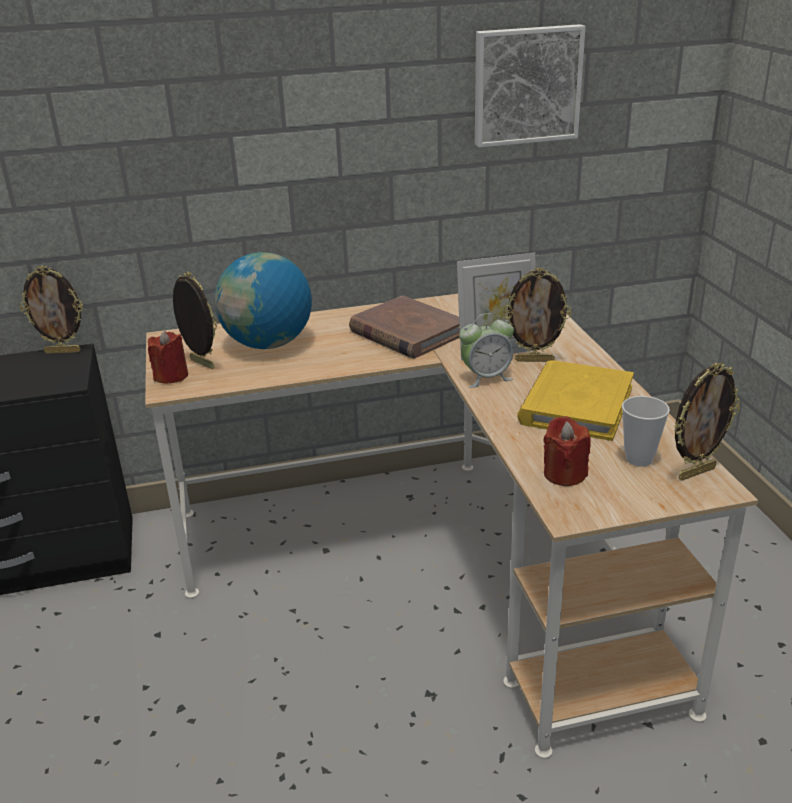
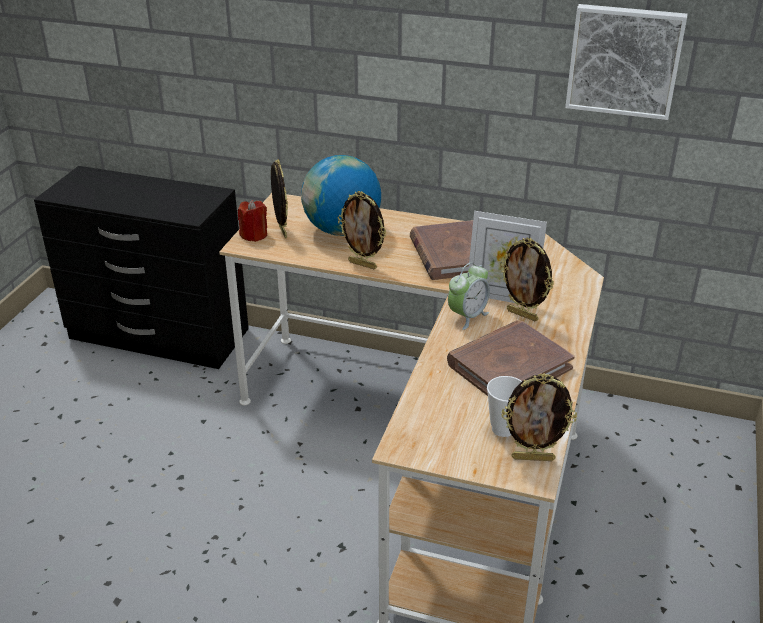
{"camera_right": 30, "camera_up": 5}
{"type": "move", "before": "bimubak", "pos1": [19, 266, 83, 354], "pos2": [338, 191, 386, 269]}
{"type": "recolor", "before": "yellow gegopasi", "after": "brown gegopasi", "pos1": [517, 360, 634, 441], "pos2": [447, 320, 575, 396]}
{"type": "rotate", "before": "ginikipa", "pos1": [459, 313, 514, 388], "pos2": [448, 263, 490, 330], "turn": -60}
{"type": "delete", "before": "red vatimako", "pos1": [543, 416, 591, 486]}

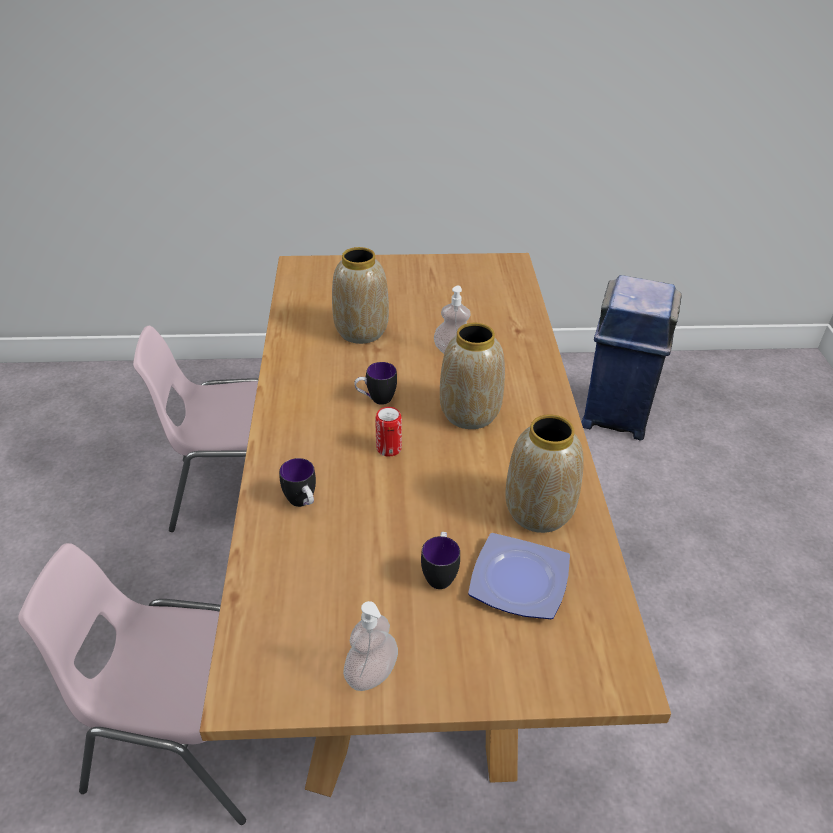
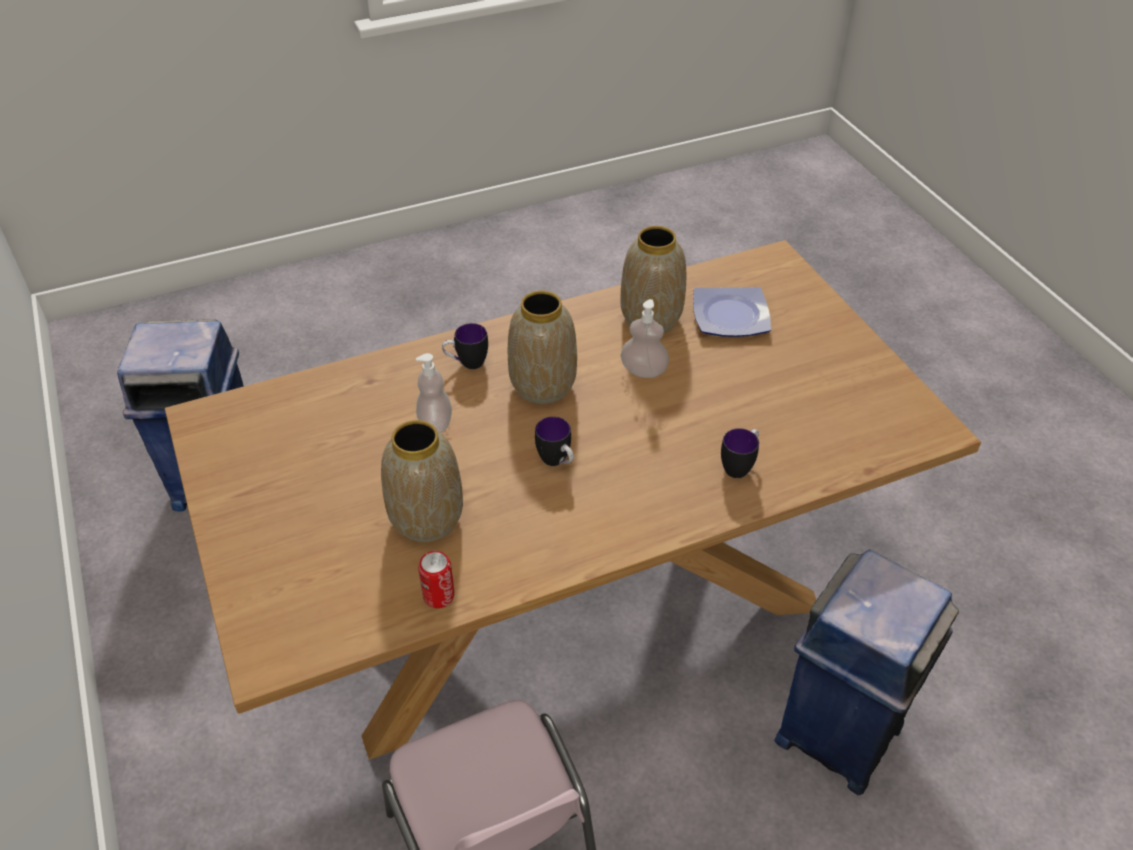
{"camera_right": -110, "camera_up": 5}
{"type": "move", "before": "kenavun", "pos1": [375, 407, 402, 456], "pos2": [418, 551, 455, 608]}
{"type": "move", "before": "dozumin", "pos1": [421, 532, 460, 589], "pos2": [442, 323, 488, 369]}
{"type": "move", "before": "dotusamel", "pos1": [343, 601, 398, 691], "pos2": [620, 299, 669, 378]}
{"type": "replace", "before": "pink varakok", "after": "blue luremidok", "pos1": [18, 543, 246, 825], "pos2": [774, 549, 959, 795]}

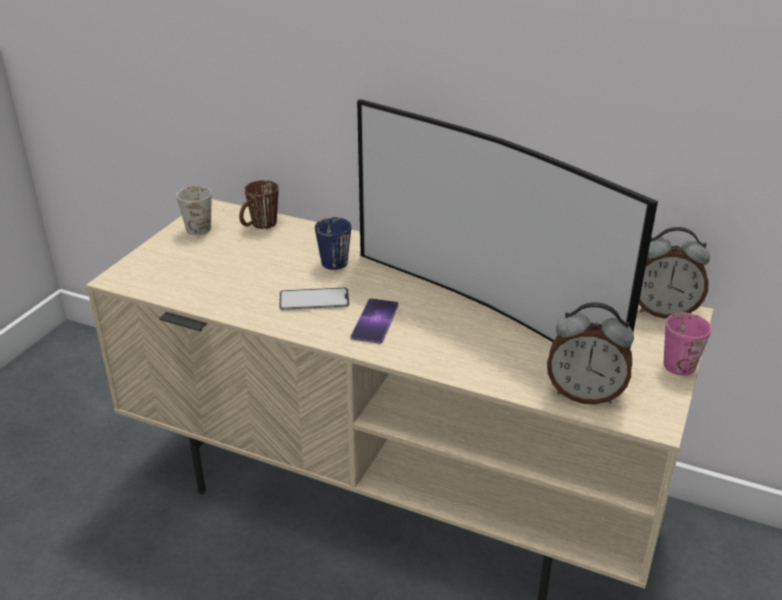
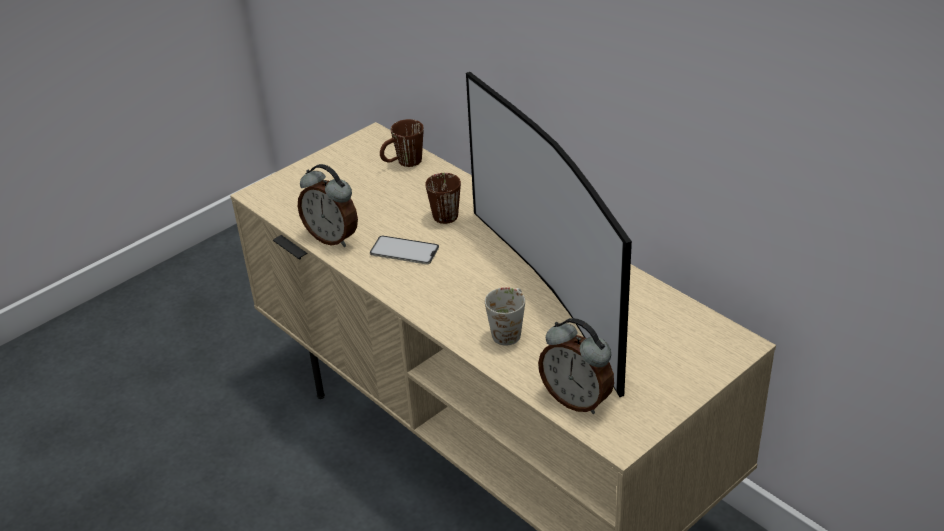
{"camera_right": 25, "camera_up": 5}
{"type": "move", "before": "ginikipa", "pos1": [639, 227, 710, 319], "pos2": [298, 164, 358, 247]}
{"type": "recolor", "before": "blue dozumin", "after": "brown dozumin", "pos1": [315, 217, 351, 270], "pos2": [425, 173, 461, 224]}
{"type": "move", "before": "white dozumin", "pos1": [176, 186, 212, 235], "pos2": [485, 287, 525, 346]}
{"type": "delete", "before": "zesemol", "pos1": [350, 298, 399, 344]}
{"type": "delete", "before": "pink dozumin", "pos1": [664, 312, 712, 376]}

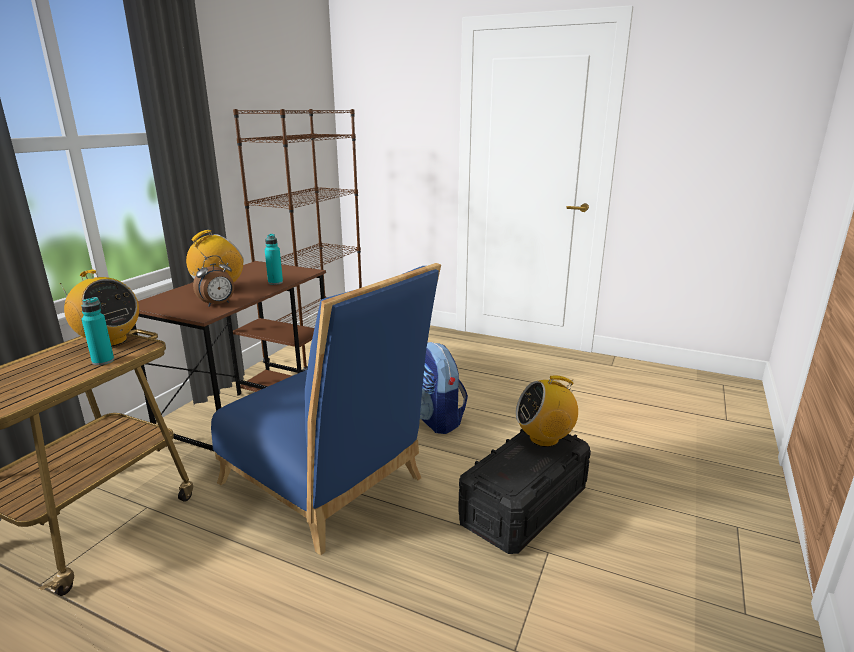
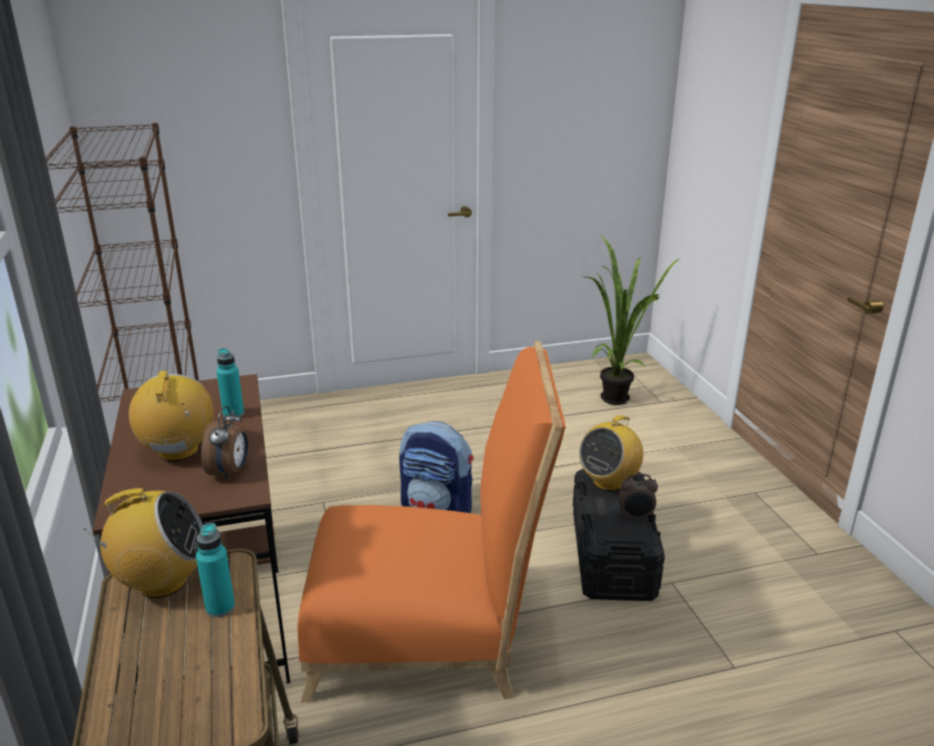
{"camera_right": -40, "camera_up": 5}
{"type": "recolor", "before": "blue varakok", "after": "orange varakok", "pos1": [211, 263, 441, 555], "pos2": [298, 341, 565, 703]}
{"type": "insert", "after": "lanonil", "pos2": [586, 235, 681, 405]}
{"type": "insert", "after": "ginikipa", "pos2": [618, 474, 658, 520]}

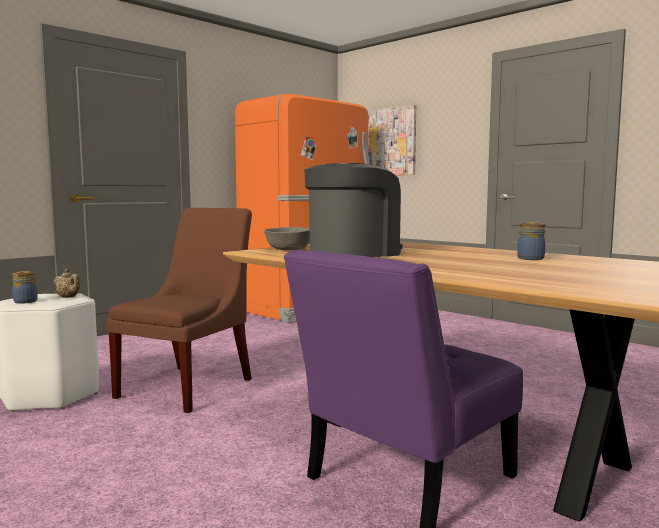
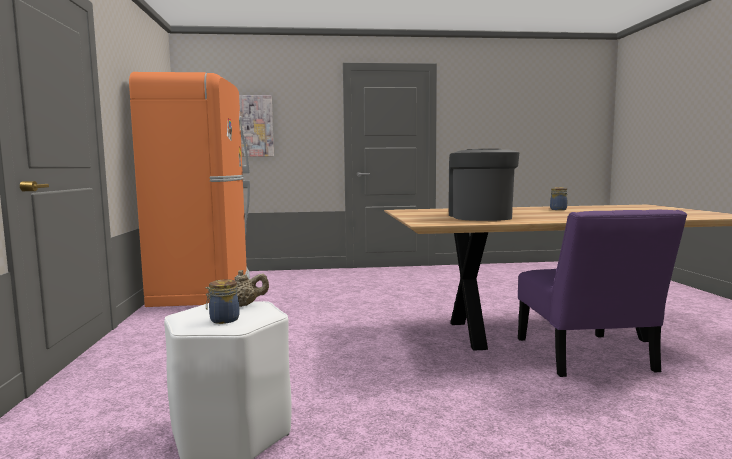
{"camera_right": -50, "camera_up": 0}
{"type": "delete", "before": "brown varakok", "pos1": [106, 208, 252, 413]}
{"type": "delete", "before": "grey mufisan", "pos1": [264, 227, 310, 250]}

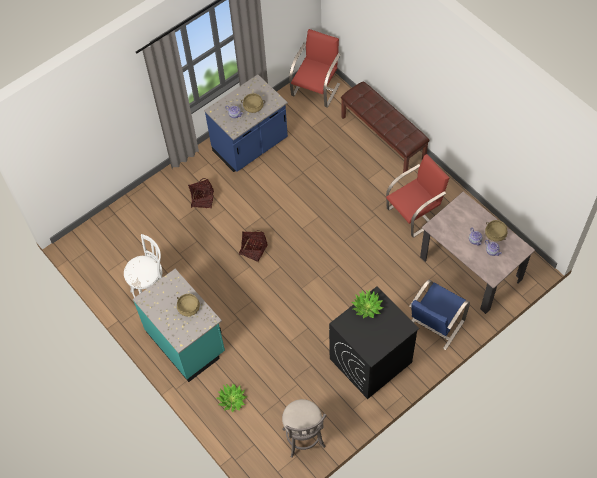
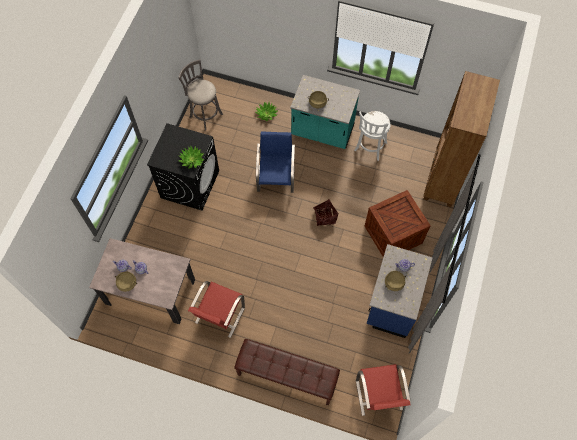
{"camera_right": 145, "camera_up": 5}
{"type": "move", "before": "blue varakok", "pos1": [409, 279, 470, 350], "pos2": [256, 131, 295, 193]}
{"type": "replace", "before": "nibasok", "after": "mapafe", "pos1": [188, 178, 214, 208], "pos2": [365, 190, 431, 257]}
{"type": "insert", "after": "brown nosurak", "pos2": [423, 71, 500, 207]}

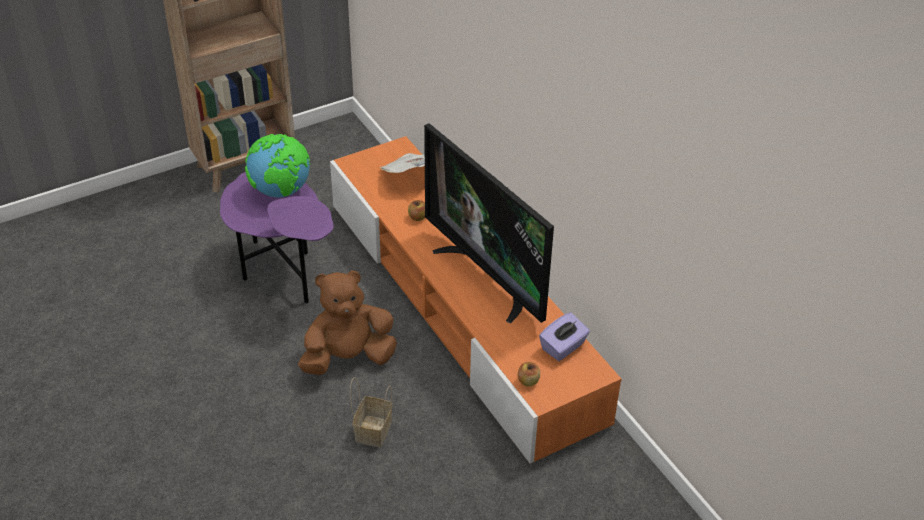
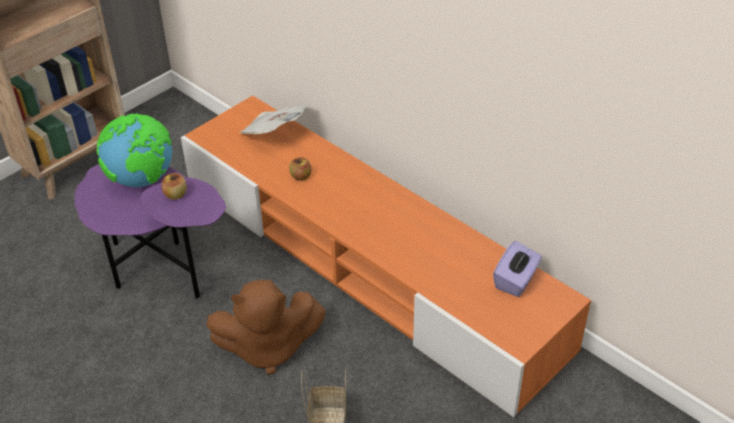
{"camera_right": -15, "camera_up": 0}
{"type": "move", "before": "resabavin", "pos1": [518, 362, 540, 387], "pos2": [162, 173, 187, 200]}
{"type": "rotate", "before": "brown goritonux", "pos1": [298, 270, 397, 375], "pos2": [206, 280, 325, 374], "turn": -150}
{"type": "delete", "before": "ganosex", "pos1": [424, 123, 554, 324]}

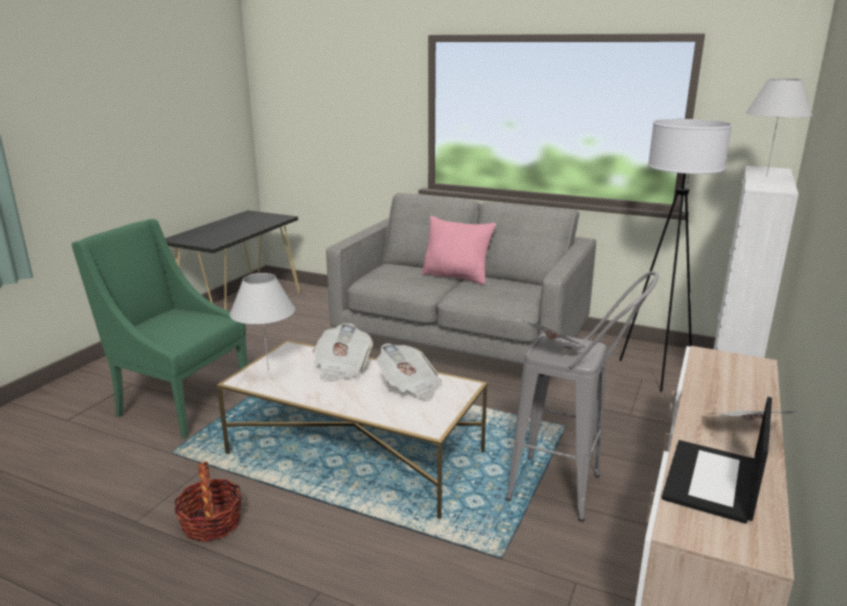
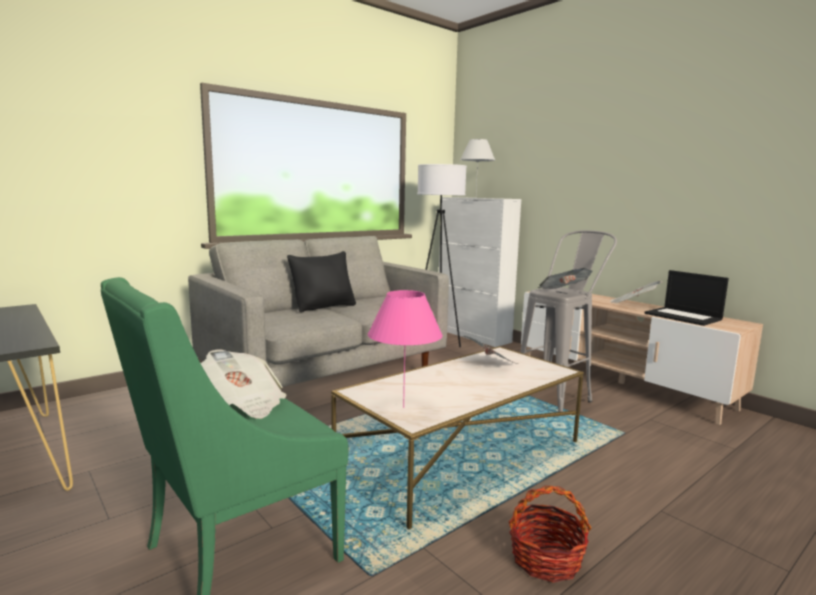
{"camera_right": -65, "camera_up": -10}
{"type": "move", "before": "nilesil", "pos1": [313, 323, 373, 382], "pos2": [201, 349, 287, 419]}
{"type": "recolor", "before": "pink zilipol", "after": "black zilipol", "pos1": [422, 216, 496, 285], "pos2": [287, 251, 356, 312]}
{"type": "recolor", "before": "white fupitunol", "after": "pink fupitunol", "pos1": [230, 273, 295, 371], "pos2": [368, 290, 443, 408]}

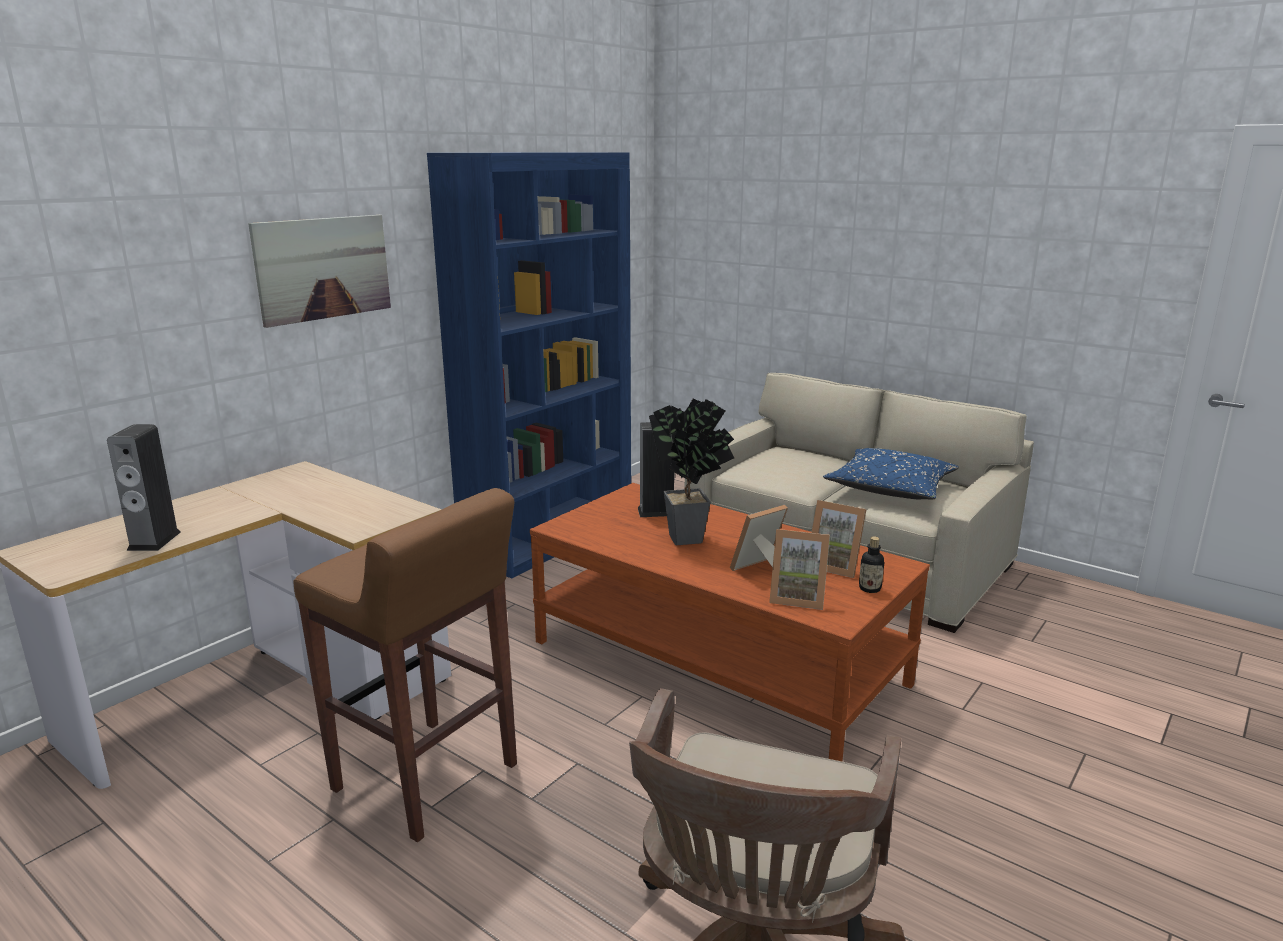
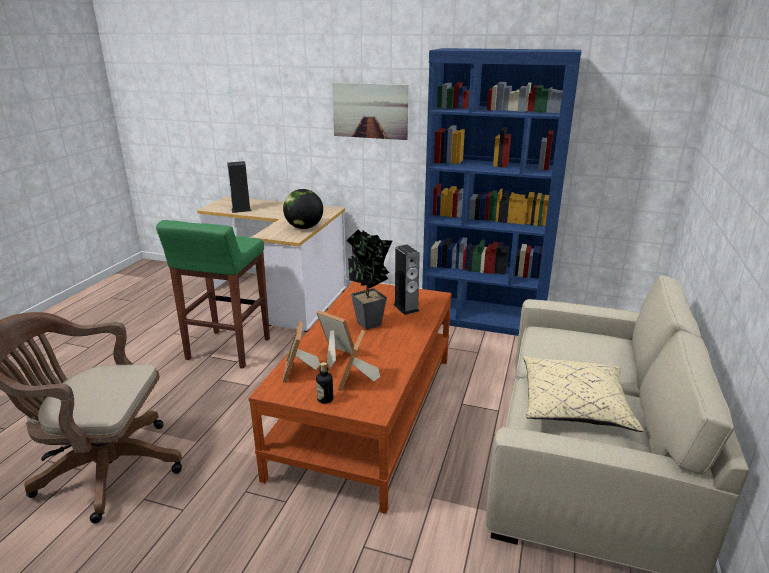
{"camera_right": 70, "camera_up": 5}
{"type": "recolor", "before": "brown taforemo", "after": "green taforemo", "pos1": [293, 488, 517, 842], "pos2": [156, 220, 270, 369]}
{"type": "insert", "after": "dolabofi", "pos2": [283, 189, 323, 229]}
{"type": "recolor", "before": "blue zilipol", "after": "beige zilipol", "pos1": [823, 448, 959, 500], "pos2": [523, 356, 644, 432]}

